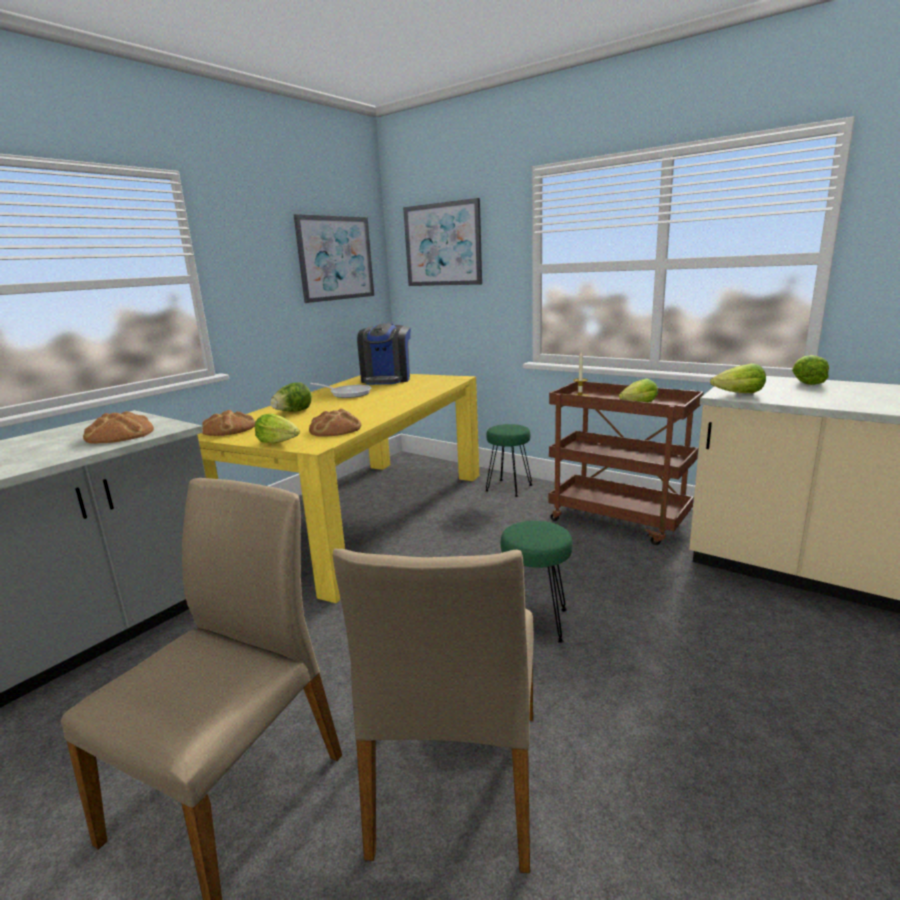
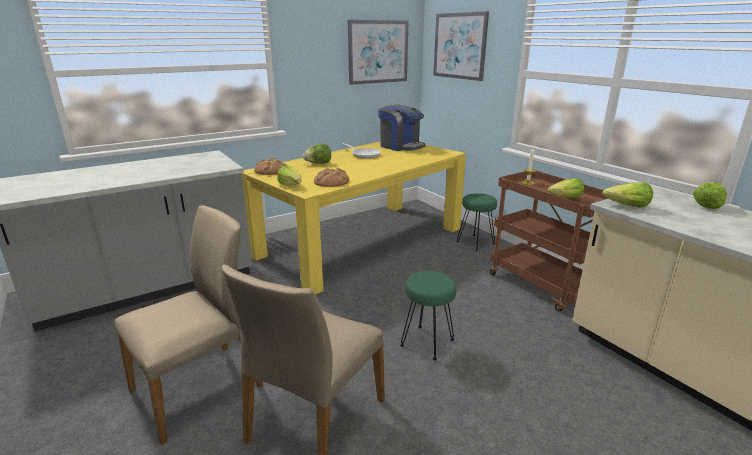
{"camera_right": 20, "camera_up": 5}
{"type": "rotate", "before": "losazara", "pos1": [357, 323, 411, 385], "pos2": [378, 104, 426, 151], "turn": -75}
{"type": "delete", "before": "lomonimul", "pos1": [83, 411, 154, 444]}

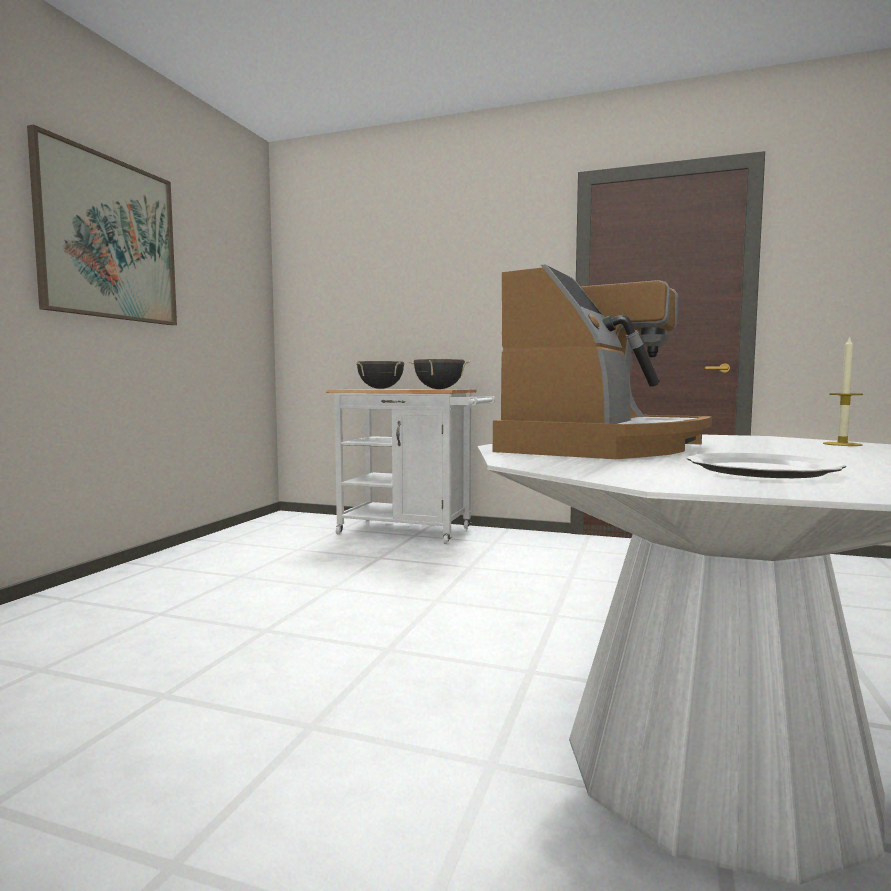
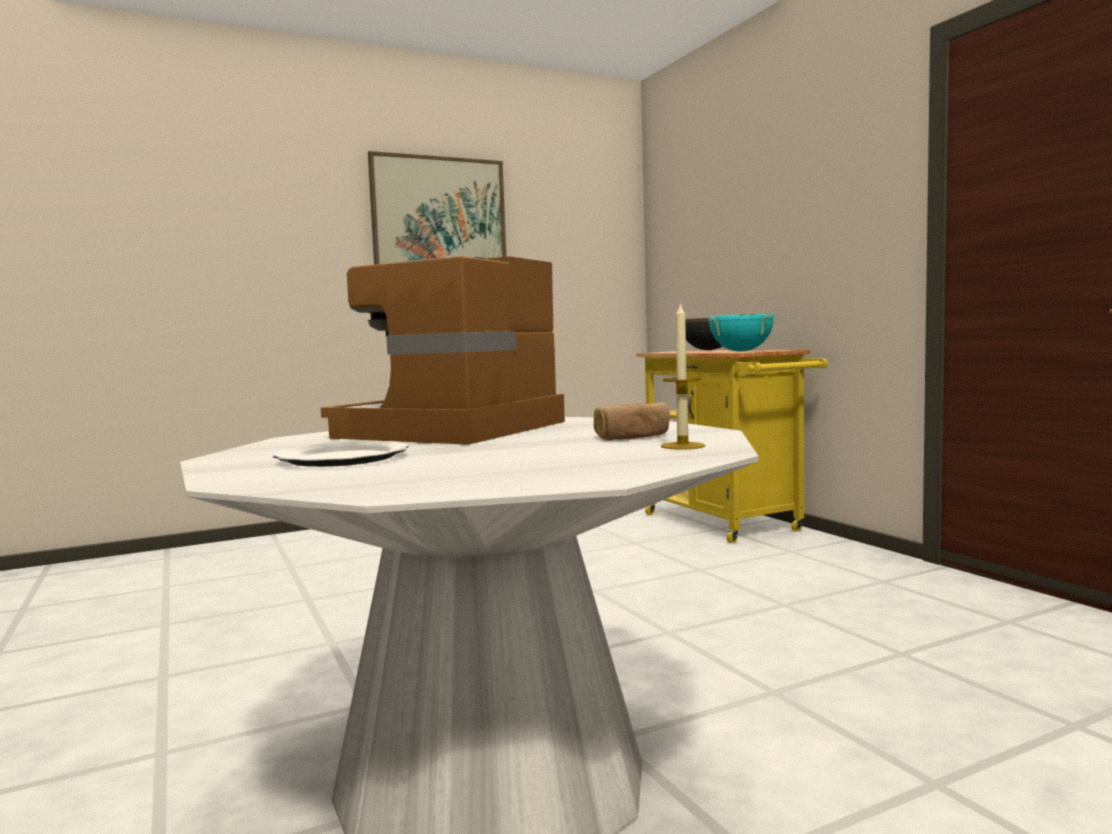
{"camera_right": 45, "camera_up": 0}
{"type": "rotate", "before": "losazara", "pos1": [493, 264, 712, 459], "pos2": [321, 256, 565, 445], "turn": 135}
{"type": "insert", "after": "lomonimul", "pos2": [594, 402, 669, 440]}
{"type": "recolor", "before": "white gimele", "after": "yellow gimele", "pos1": [326, 389, 495, 544], "pos2": [636, 350, 828, 543]}
{"type": "recolor", "before": "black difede", "after": "turquoise difede", "pos1": [409, 359, 470, 389], "pos2": [709, 314, 774, 352]}

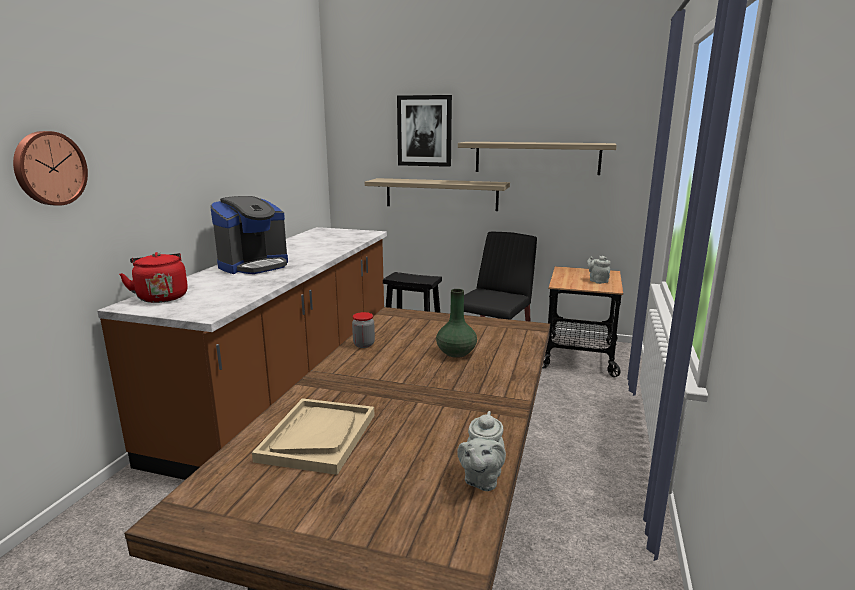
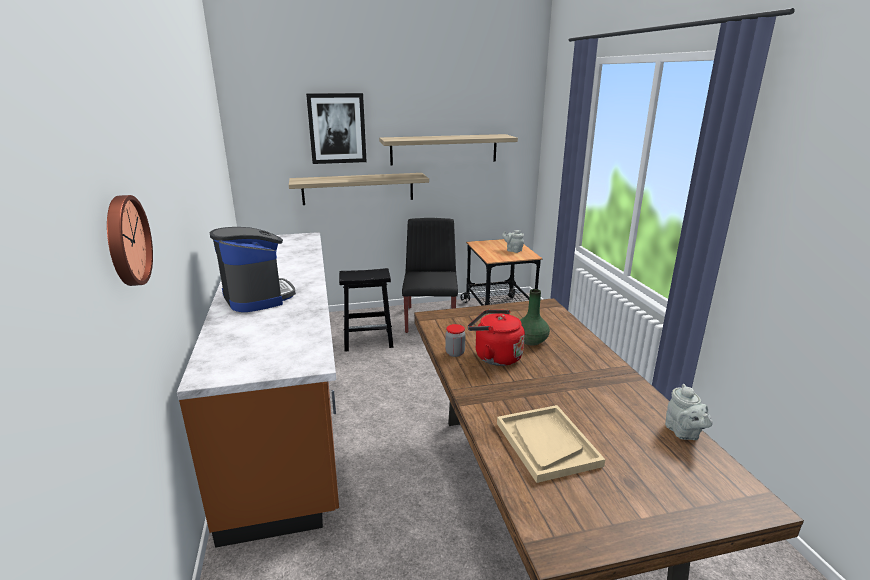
{"camera_right": -30, "camera_up": 5}
{"type": "rotate", "before": "losazara", "pos1": [211, 196, 288, 274], "pos2": [210, 227, 296, 312], "turn": -45}
{"type": "move", "before": "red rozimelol", "pos1": [119, 252, 188, 303], "pos2": [468, 310, 525, 366]}

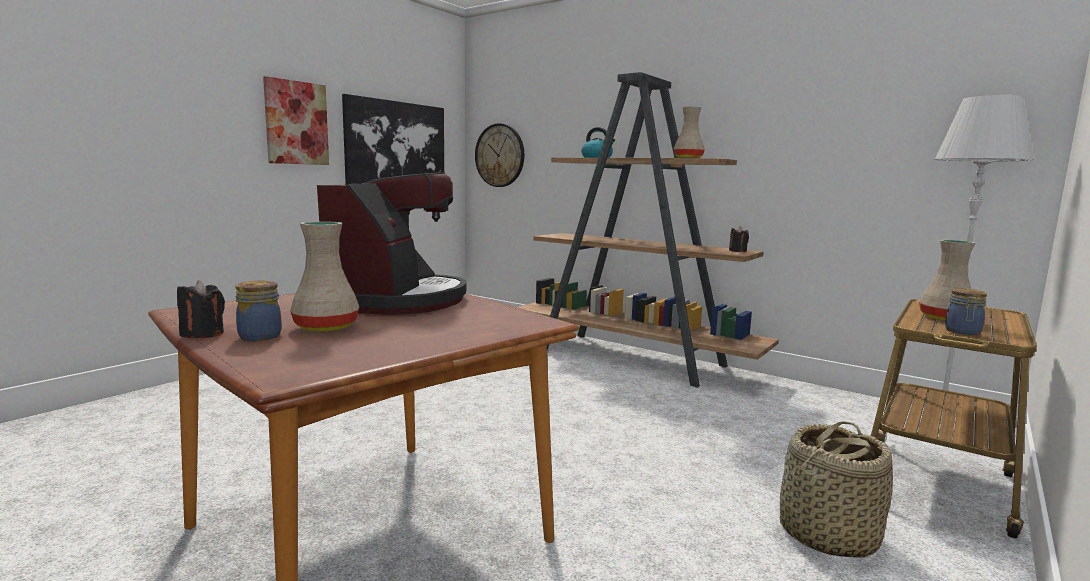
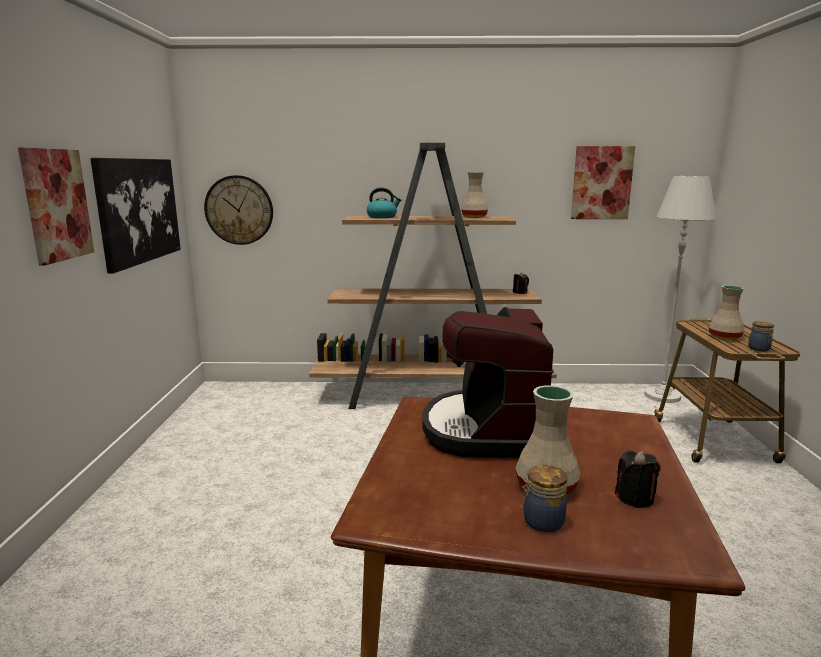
{"camera_right": -35, "camera_up": 5}
{"type": "rotate", "before": "losazara", "pos1": [317, 172, 467, 315], "pos2": [422, 307, 554, 458], "turn": -150}
{"type": "insert", "after": "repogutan", "pos2": [571, 146, 635, 219]}
{"type": "move", "before": "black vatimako", "pos1": [177, 280, 225, 338], "pos2": [615, 451, 660, 508]}
{"type": "delete", "before": "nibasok", "pos1": [780, 421, 893, 558]}

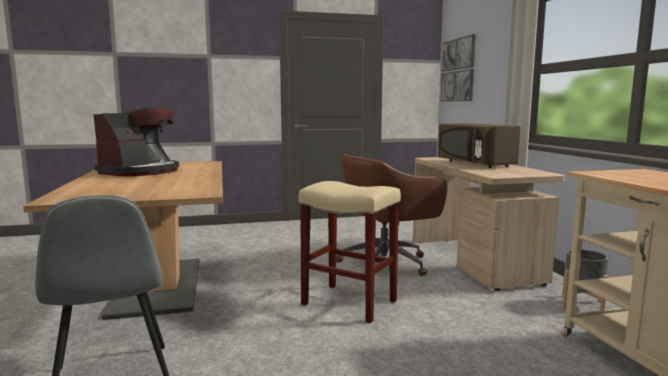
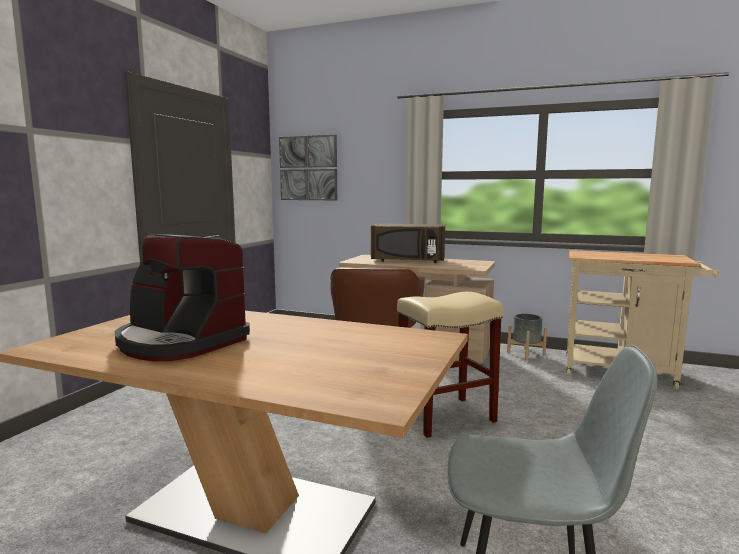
{"camera_right": -55, "camera_up": 0}
{"type": "rotate", "before": "losazara", "pos1": [93, 107, 179, 176], "pos2": [115, 234, 250, 361], "turn": 150}

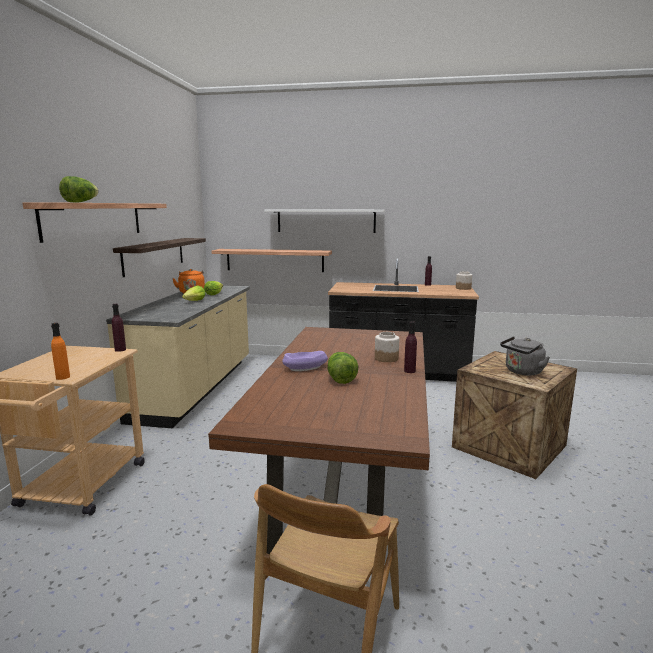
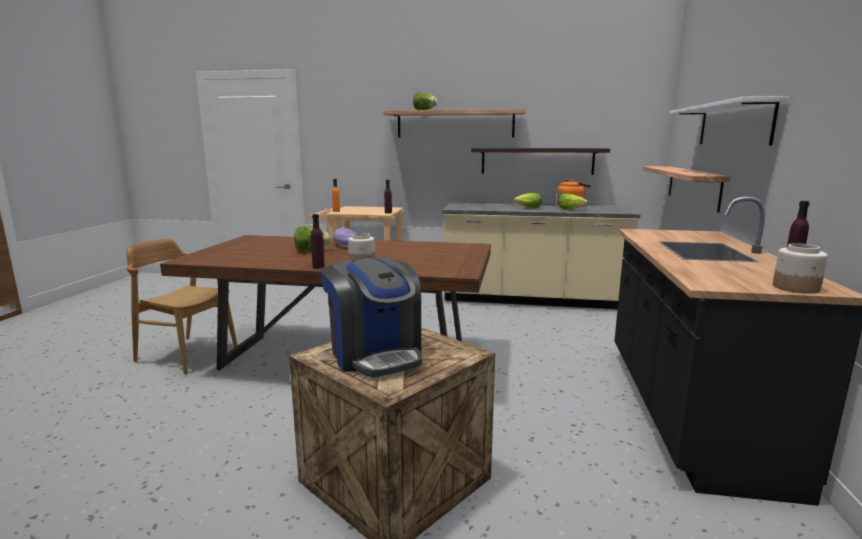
{"camera_right": 90, "camera_up": 0}
{"type": "replace", "before": "grey rozimelol", "after": "losazara", "pos1": [500, 336, 550, 375], "pos2": [321, 258, 422, 378]}

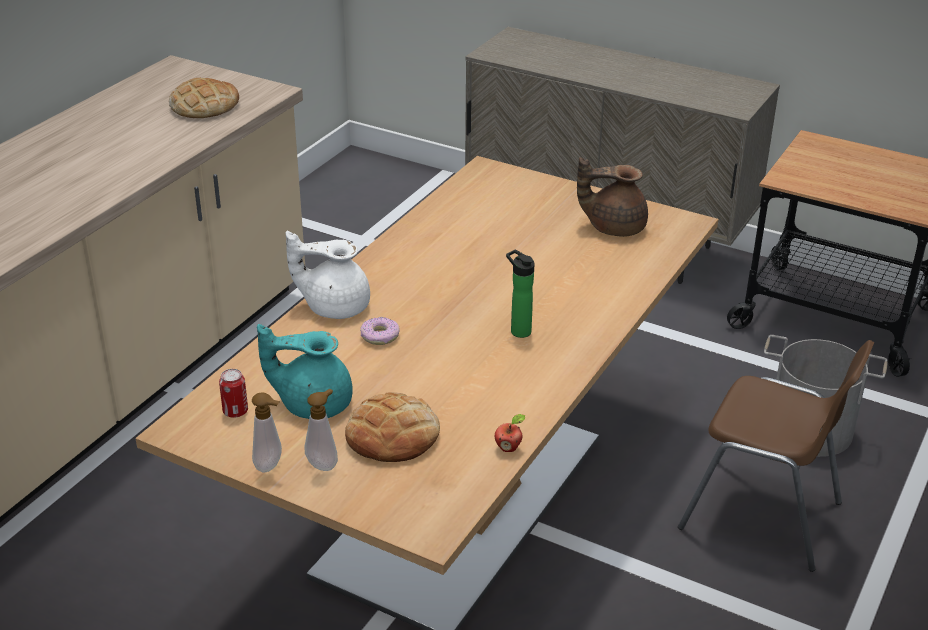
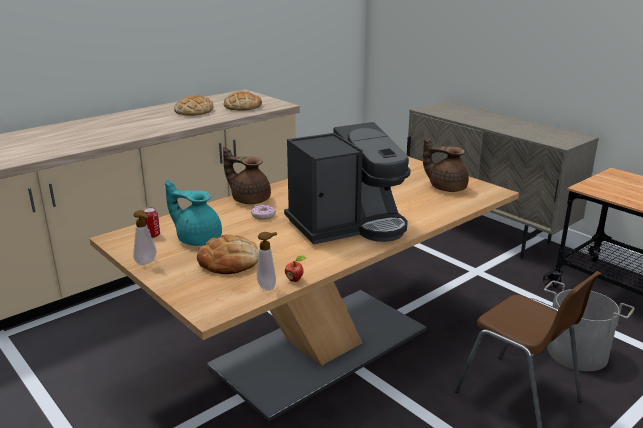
{"camera_right": 20, "camera_up": -10}
{"type": "insert", "after": "lomonimul", "pos2": [174, 96, 213, 116]}
{"type": "recolor", "before": "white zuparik", "after": "brown zuparik", "pos1": [286, 231, 370, 319], "pos2": [223, 147, 271, 204]}
{"type": "move", "before": "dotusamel", "pos1": [305, 389, 338, 471], "pos2": [257, 232, 277, 291]}
{"type": "replace", "before": "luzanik", "after": "losazara", "pos1": [506, 250, 535, 338], "pos2": [284, 122, 411, 244]}

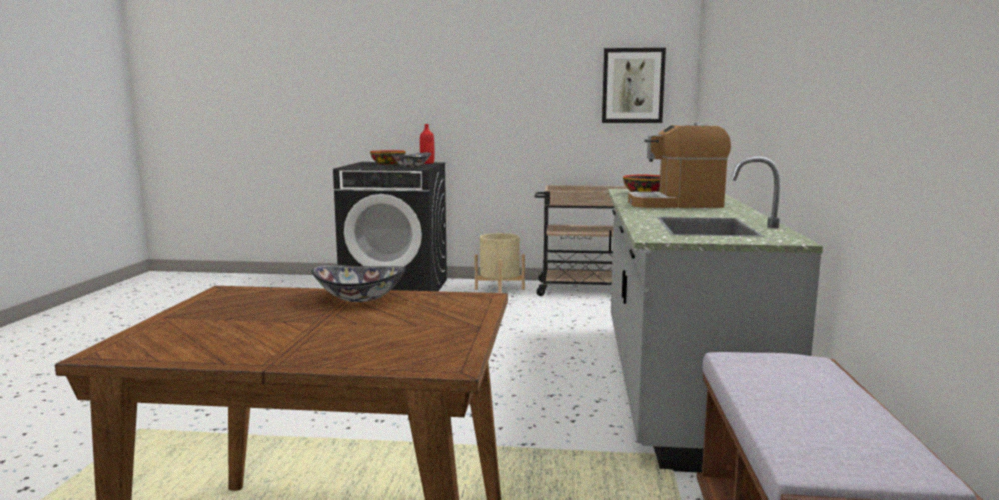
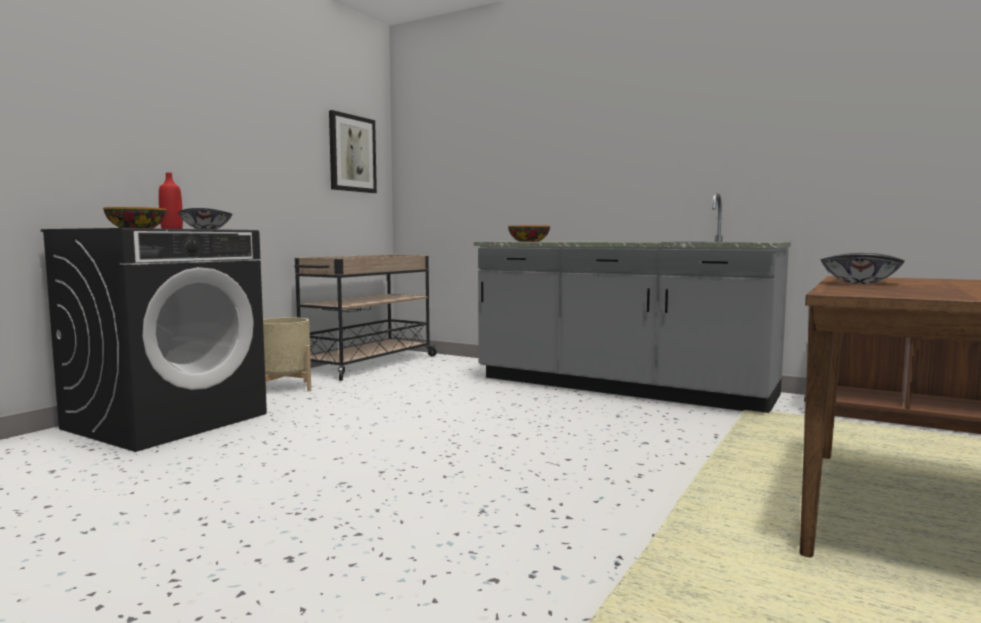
{"camera_right": -65, "camera_up": -5}
{"type": "delete", "before": "losazara", "pos1": [628, 123, 731, 208]}

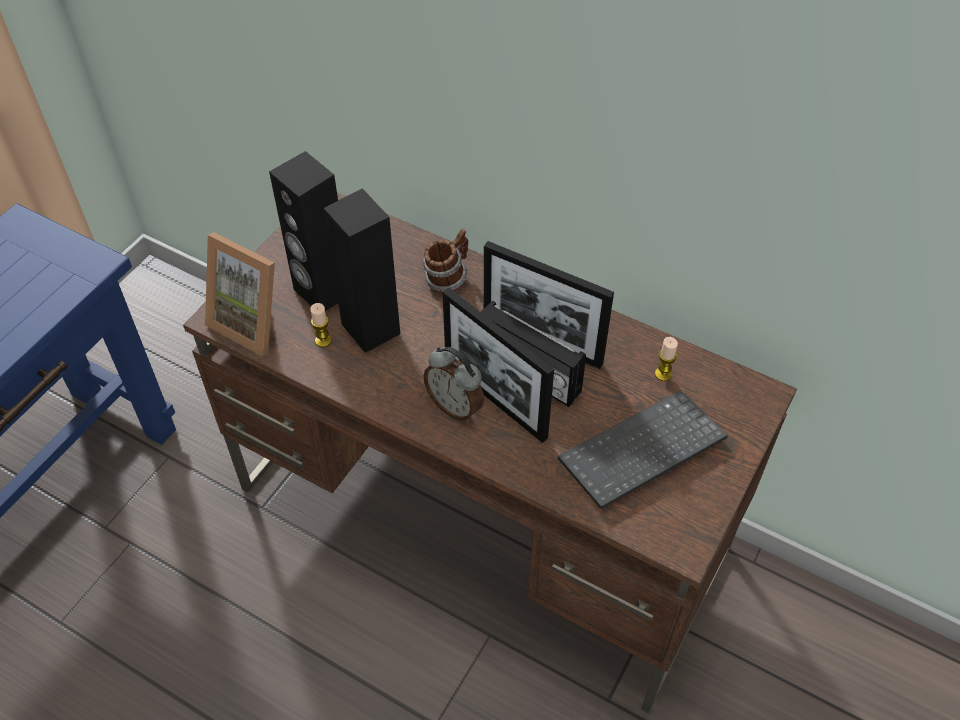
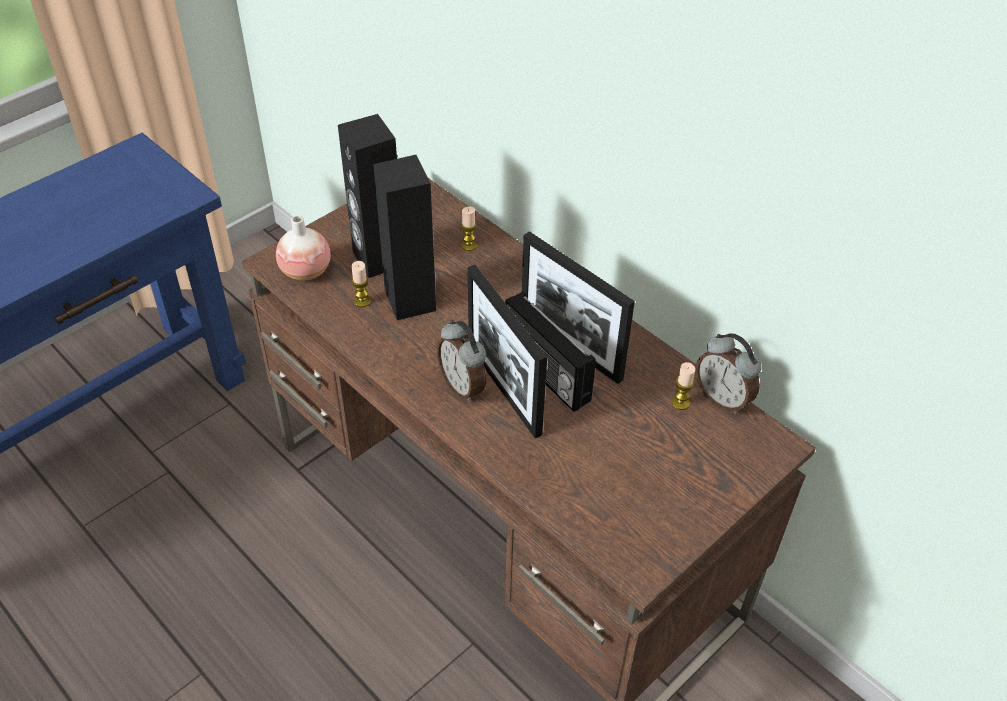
{"camera_right": 15, "camera_up": -5}
{"type": "replace", "before": "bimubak", "after": "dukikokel", "pos1": [205, 232, 275, 357], "pos2": [276, 215, 331, 280]}
{"type": "insert", "after": "vatimako", "pos2": [461, 207, 477, 251]}
{"type": "insert", "after": "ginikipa", "pos2": [695, 333, 761, 414]}
{"type": "delete", "before": "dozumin", "pos1": [422, 229, 468, 293]}
{"type": "delete", "before": "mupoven", "pos1": [558, 390, 728, 509]}

